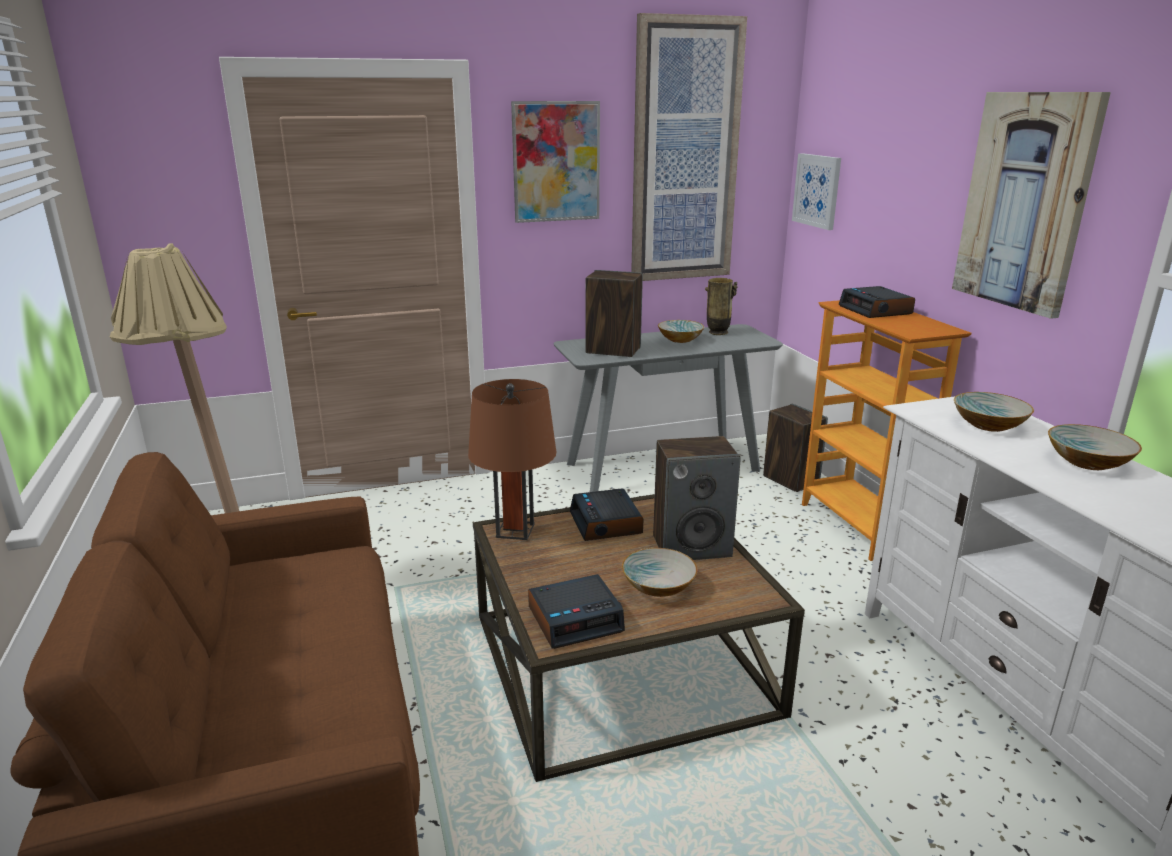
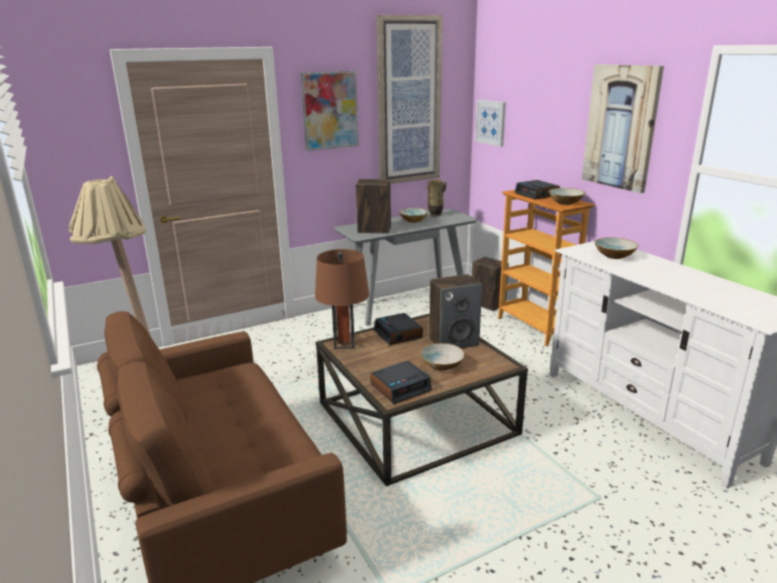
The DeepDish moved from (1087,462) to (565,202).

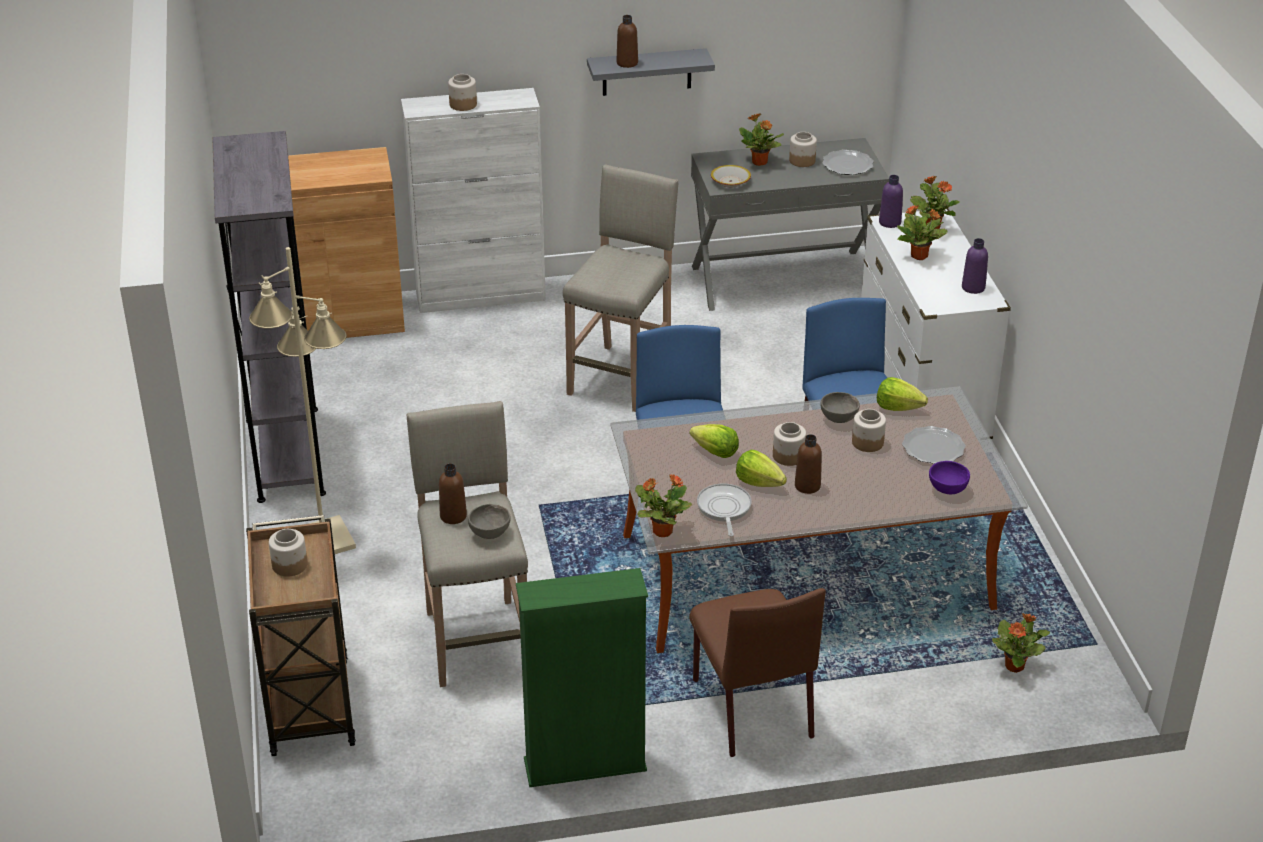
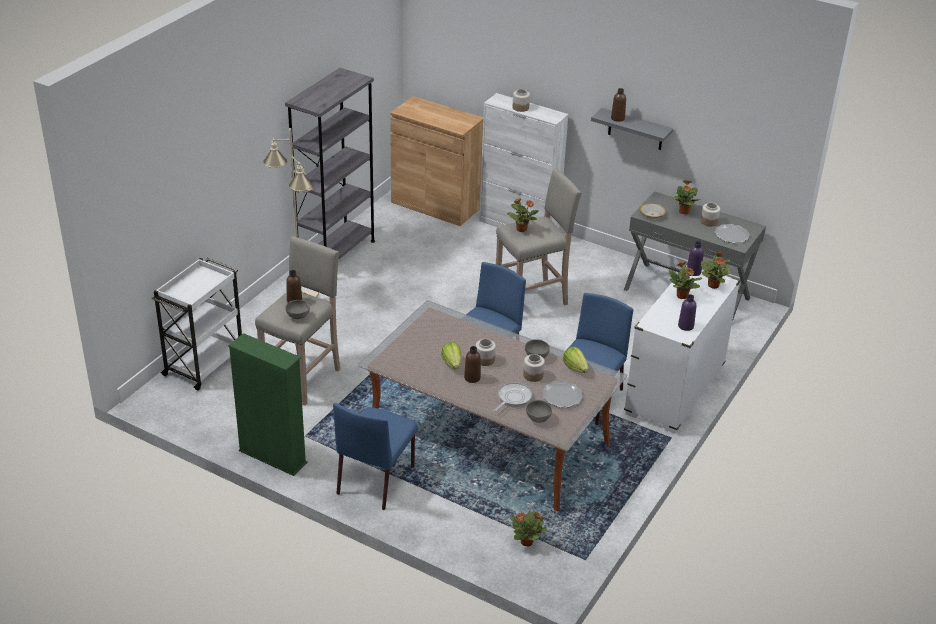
The PreserveJar at (289,565) disappeared. The LettuceHead at (715,452) disappeared. The Houseplant moved from (661,531) to (521,229). The FryingPan moved from (724,509) to (513,398). The BrownTrolley at (309,703) became the WhitishTrolley at (204,363). The BrownUprightChair at (751,706) became the BluishUprightChair at (376,479). The PurplishDeepDish at (947,490) became the GreyishDeepDish at (538,419).

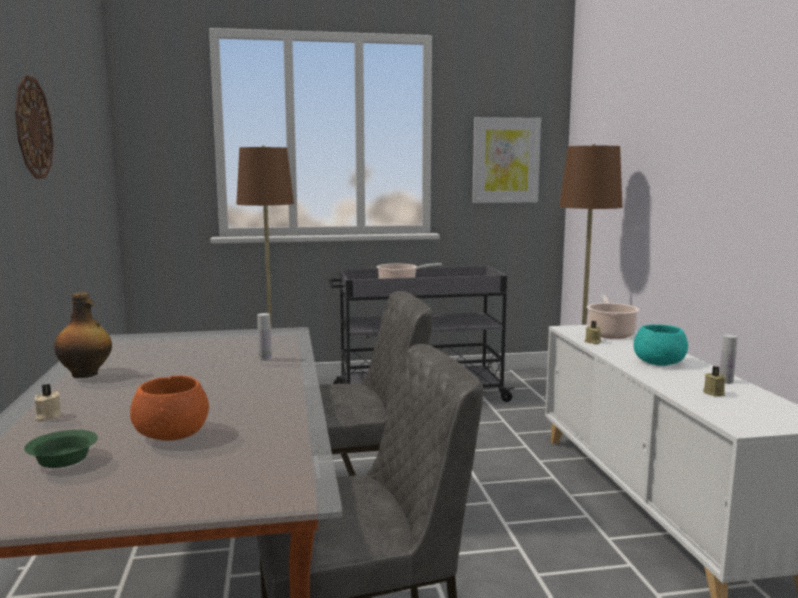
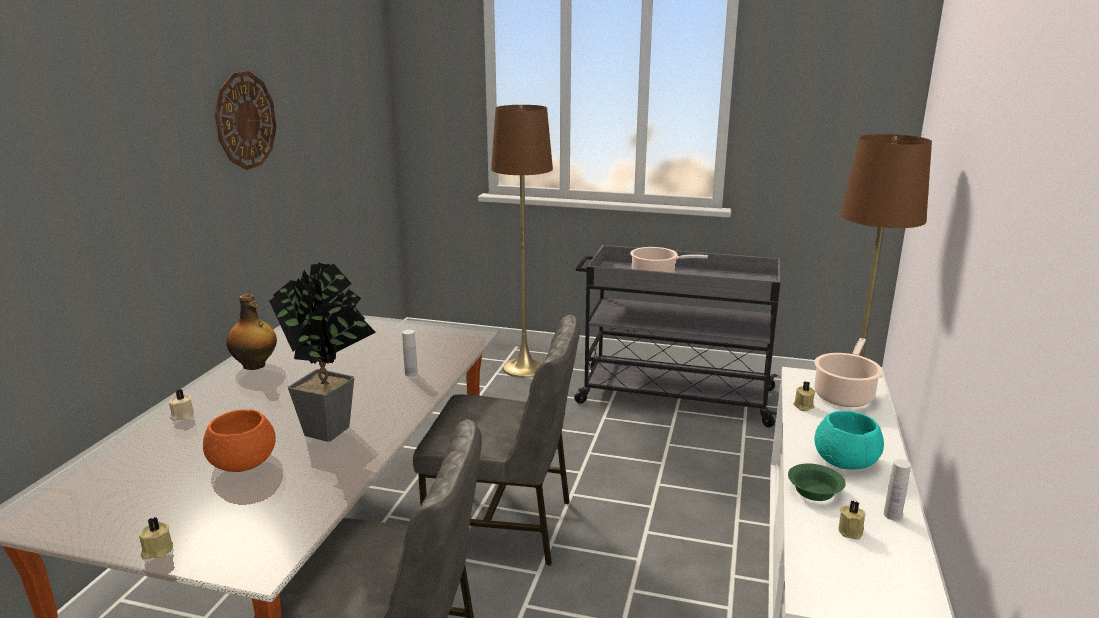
The WallArt at (505,160) disappeared. The BeigeWaxCandle at (157,551) appeared. The Houseplant at (334,428) appeared. The GreenDeepDish moved from (65,460) to (815,492).

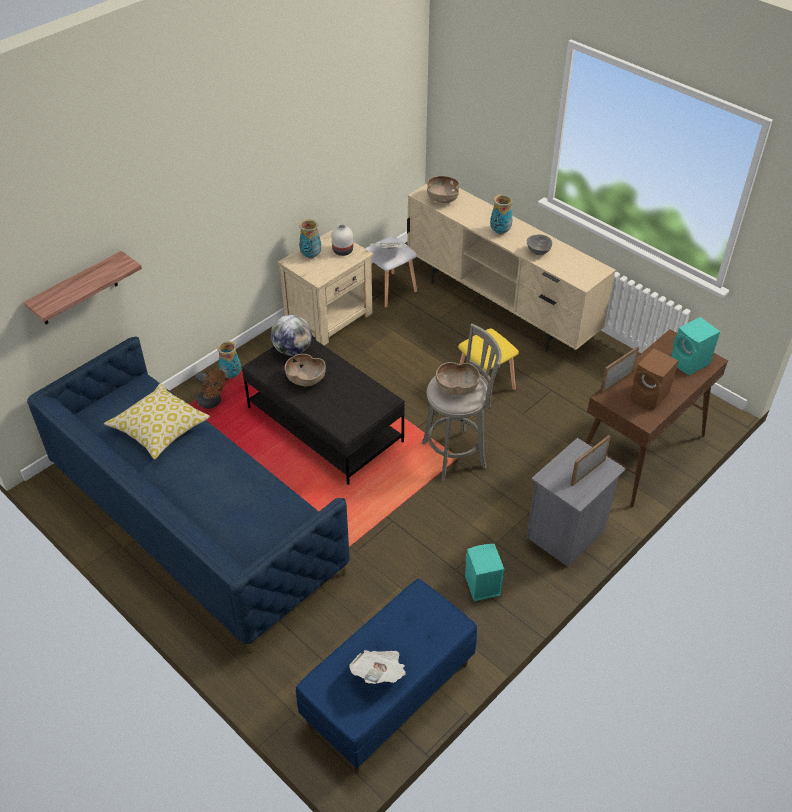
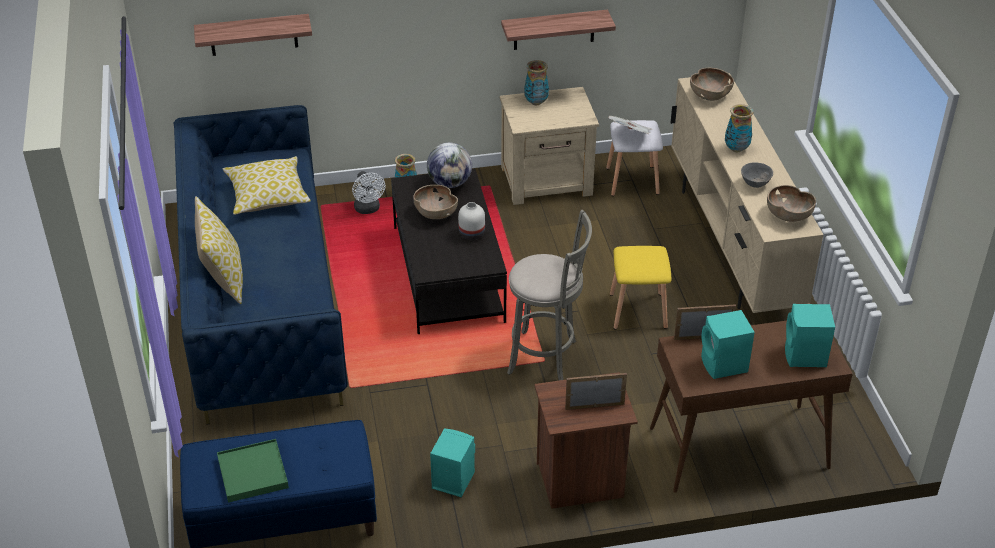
The Cushion at (223,279) appeared. The BracketShelf at (554,30) appeared. The WhitishDecorativeVase moved from (342,250) to (471,233). The BrownDeepDish moved from (456,389) to (788,215). The DailyPaper at (379,673) was replaced by the GreenServingTray at (253,473). The BrownElectricFan at (212,402) became the WhitishElectricFan at (368,209). The GreyishNightTable at (567,534) became the BrownNightTable at (581,481). The BrownSpeaker at (650,396) became the TurquoiseColouredSpeaker at (724,365).

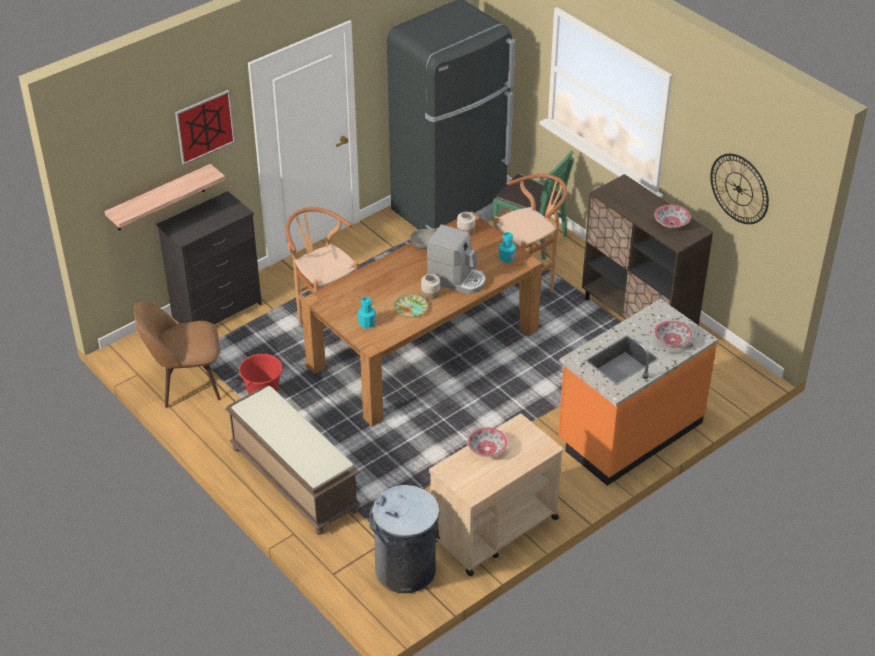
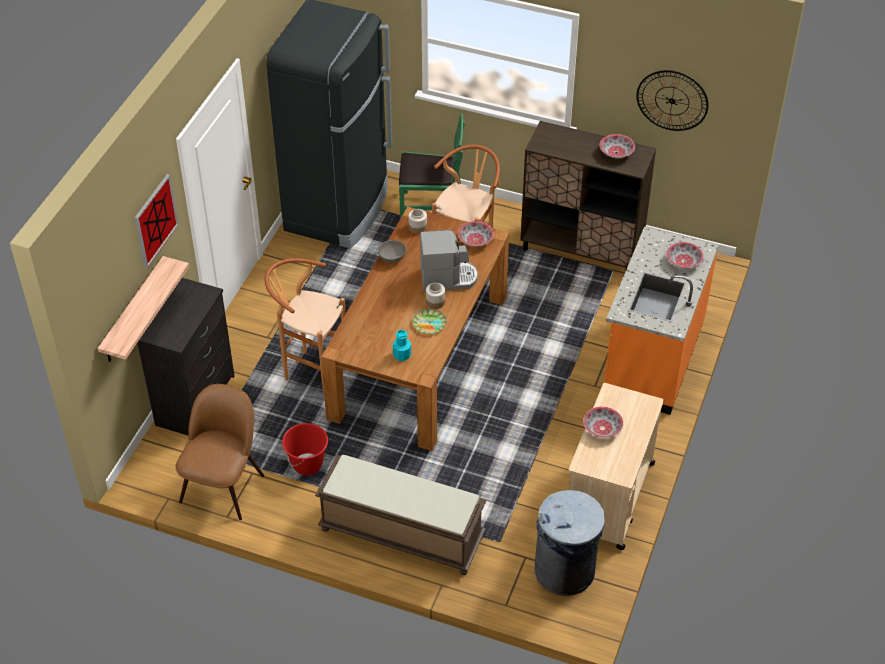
The TurquoiseColouredBeverageBottle at (506,258) was replaced by the DeepDish at (475,240). The BrownUprightChair at (186,382) turned 150 degrees clockwise.

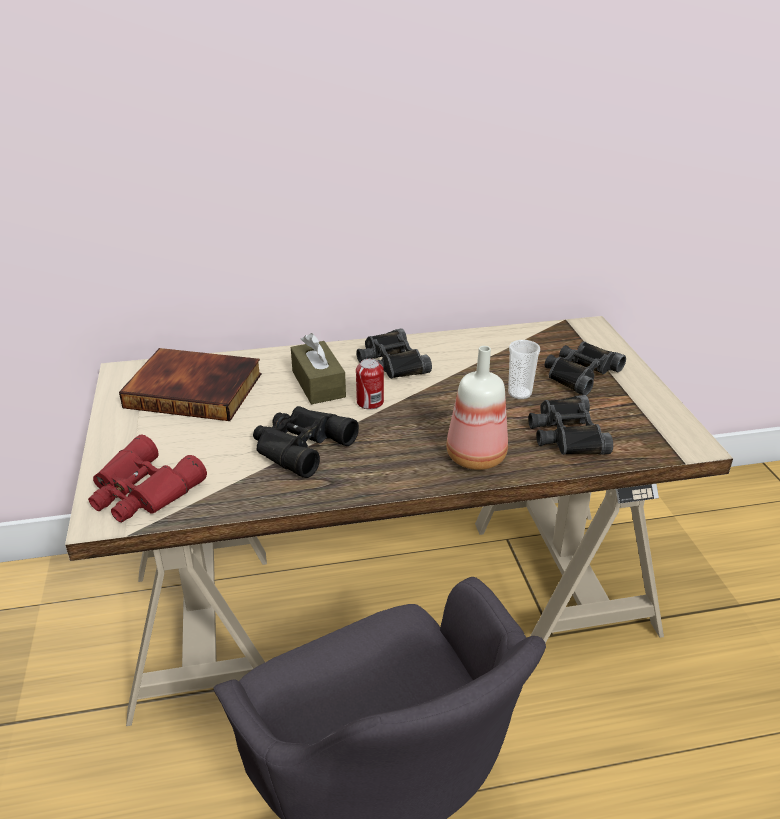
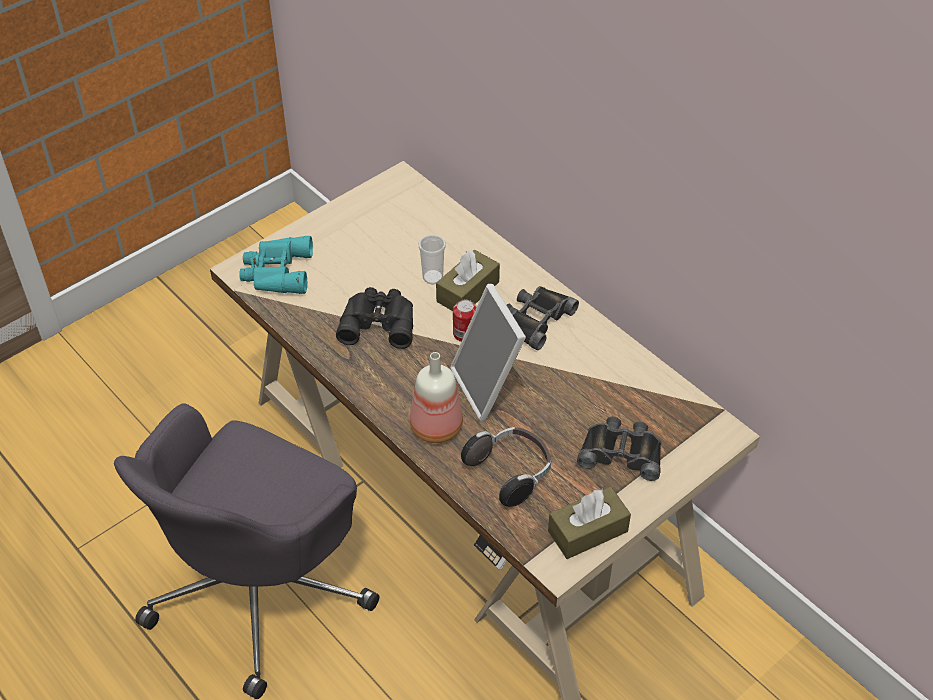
The BoundBook at (196,389) disappeared. The PhotoFrame at (491,387) appeared. The BrownTissueBox at (588,531) appeared. The SmallCup moved from (519,393) to (433,277). The BlackPairOfBinoculars at (566,434) was replaced by the PairOfHeadphones at (510,472). The RedColouredPairOfBinoculars at (142,492) became the TurquoiseColouredPairOfBinoculars at (276,272).

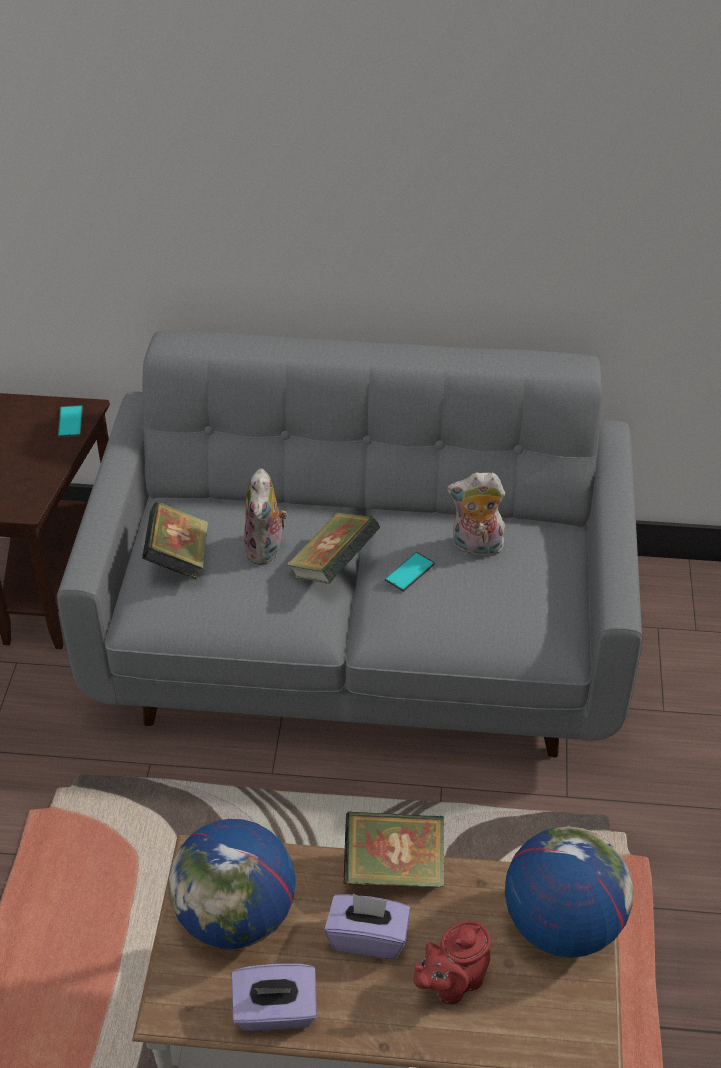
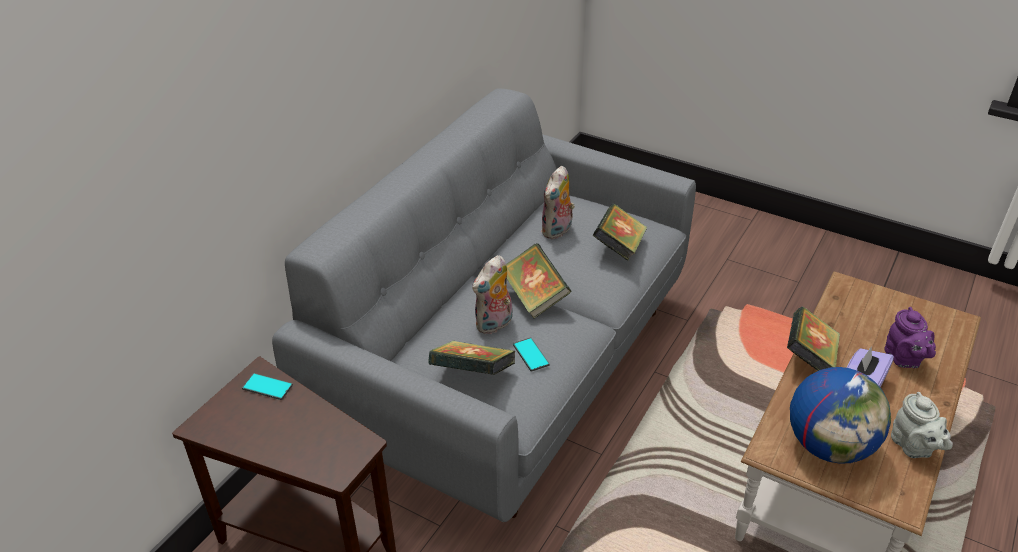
The Globe at (561,924) disappeared. The BoundBook at (619,248) appeared. The Telephone moved from (409,572) to (530,355). The PurplishTissueBox at (275,1012) was replaced by the GreyishTeaPot at (913,447). The RedColouredTeaPot at (452,983) became the PurplishTeaPot at (904,359). The PlushToy at (266,550) turned 105 degrees clockwise.

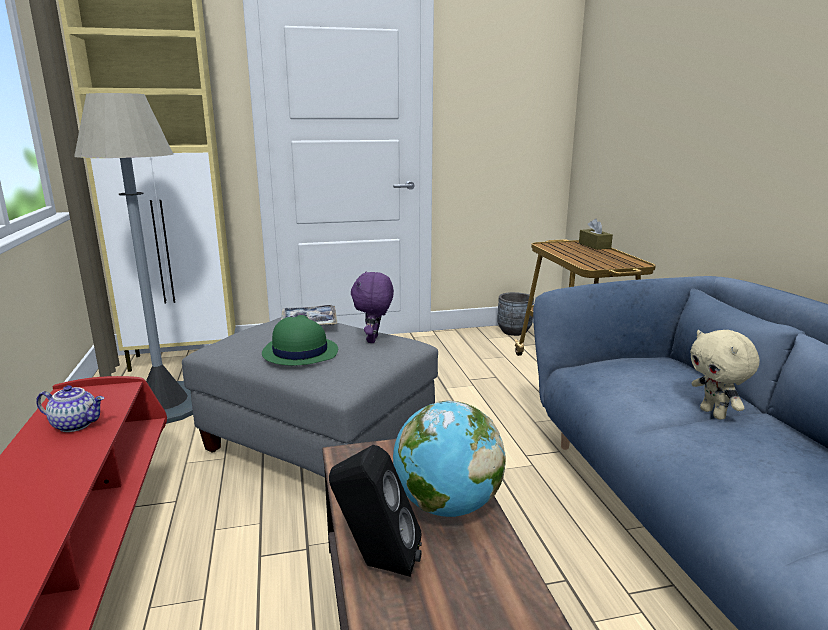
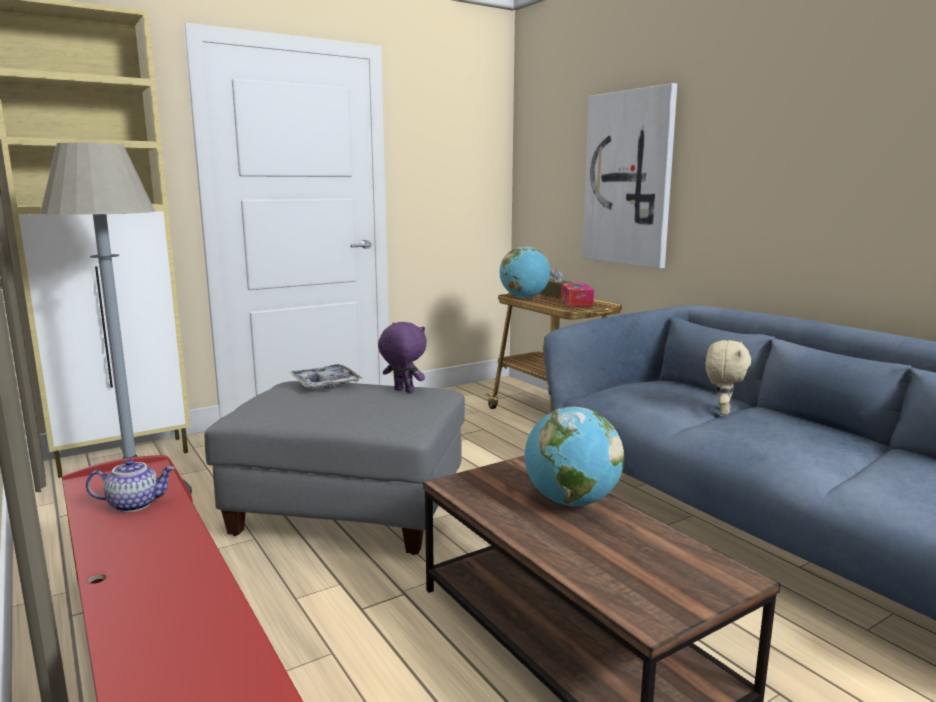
The GreenHat at (299,352) disappeared. The BlackSpeaker at (376,564) disappeared. The GreyishPlantPot at (514,331) disappeared. The Globe at (524,298) appeared. The TissueBox at (576,302) appeared. The WallArt at (628,179) appeared. The PurplishPlushToy at (374,340) turned 135 degrees clockwise. The BeigePlushToy at (714,414) turned 120 degrees counterclockwise.

